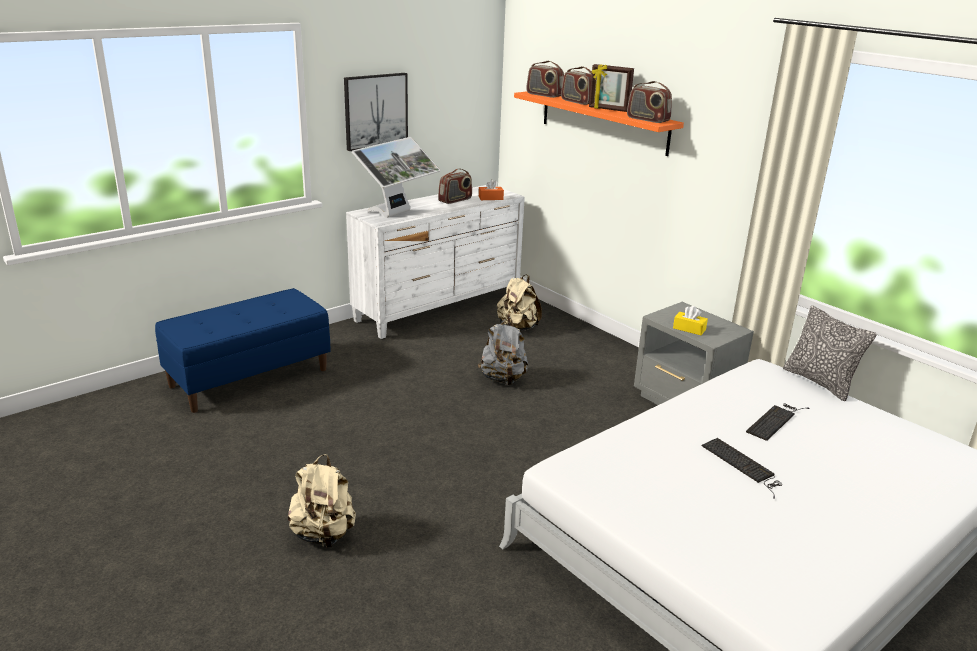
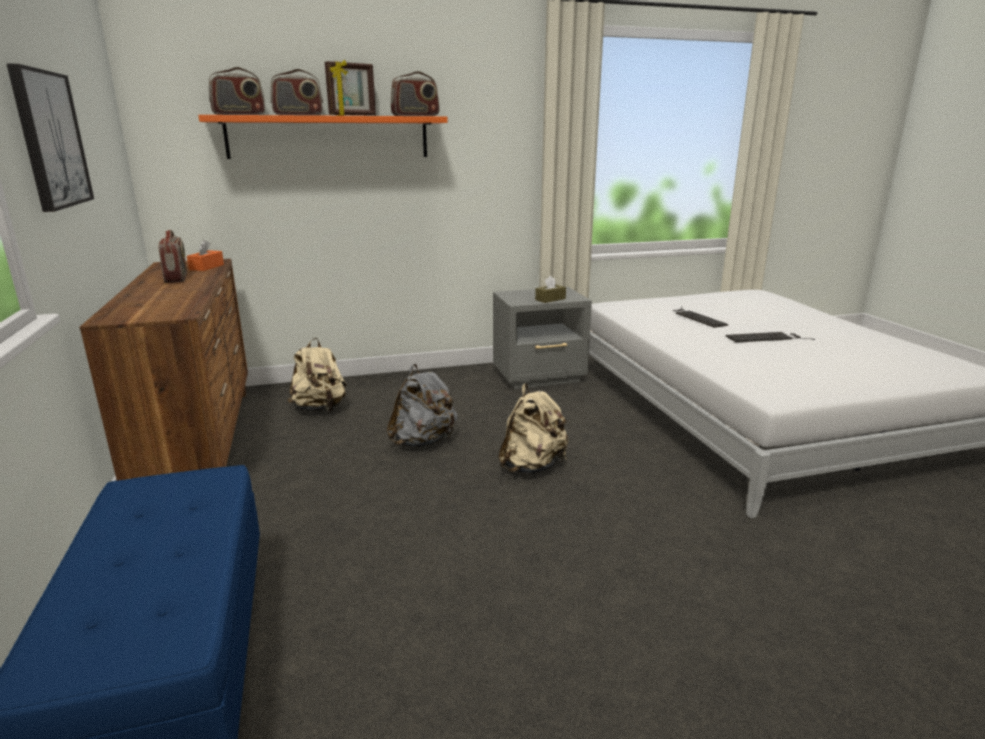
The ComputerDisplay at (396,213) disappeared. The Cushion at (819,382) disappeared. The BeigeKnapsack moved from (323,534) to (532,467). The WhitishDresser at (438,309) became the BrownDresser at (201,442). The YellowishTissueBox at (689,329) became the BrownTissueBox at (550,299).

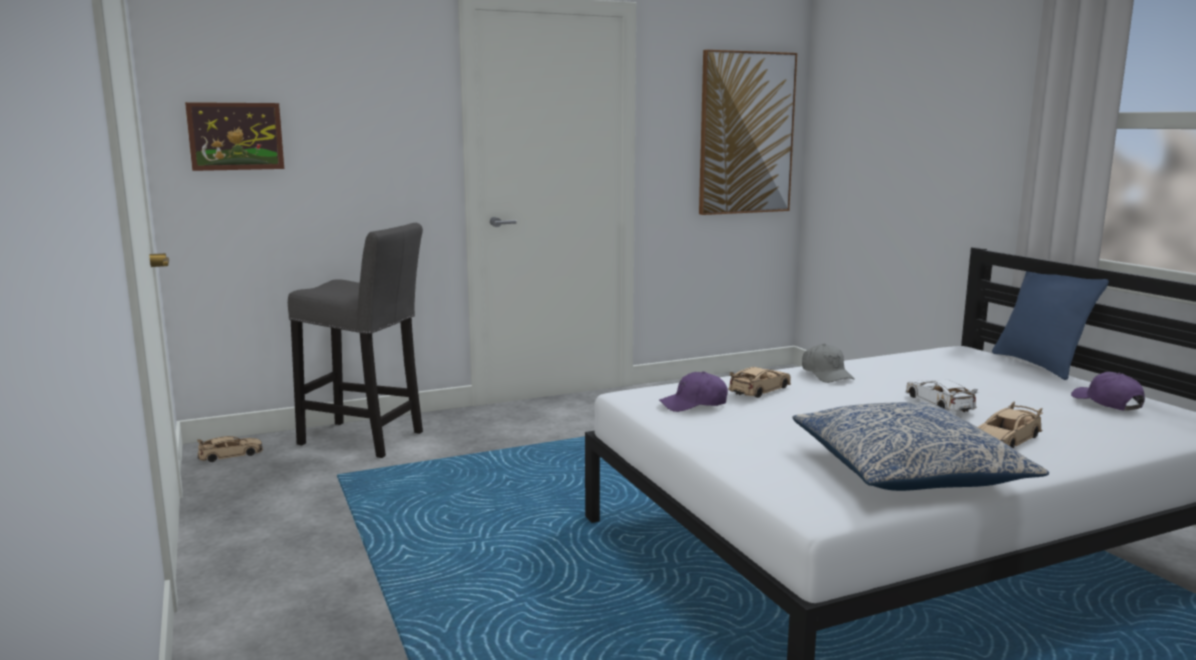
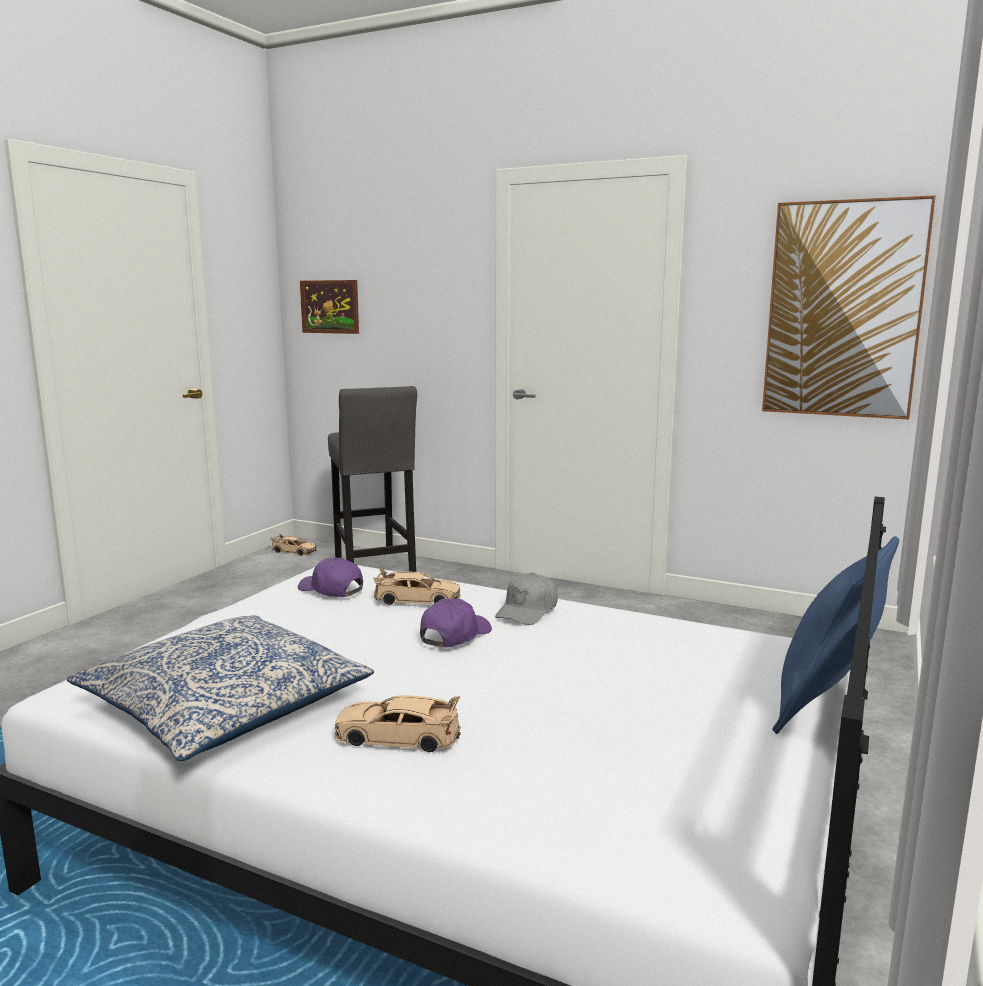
The WhitishMiniatureCar at (939,403) disappeared. The PurplishPeakedCap moved from (1107,403) to (454,635).

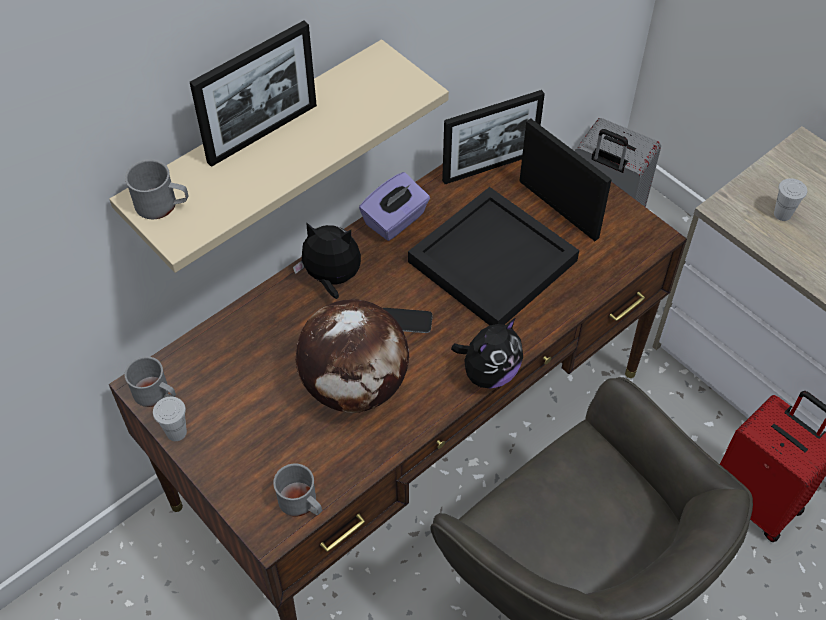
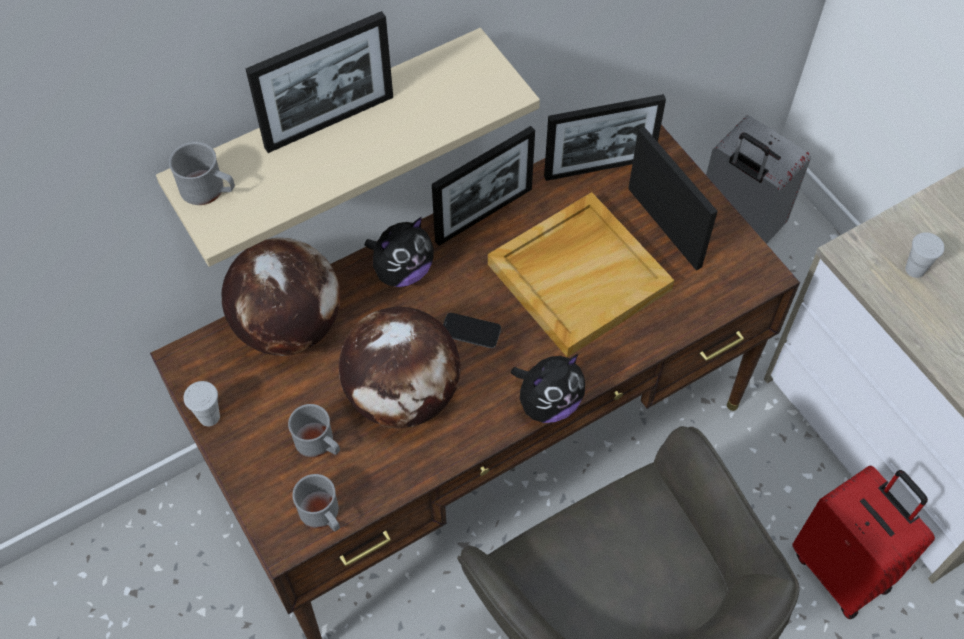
The Globe at (289,326) appeared. The GreyishMug moved from (156,394) to (319,444). The PurplishTissueBox at (395,220) was replaced by the PhotoFrame at (484,215). The BlackServingTray at (492,260) became the BeigeServingTray at (579,275). The PlushToy at (331,279) turned 120 degrees clockwise.

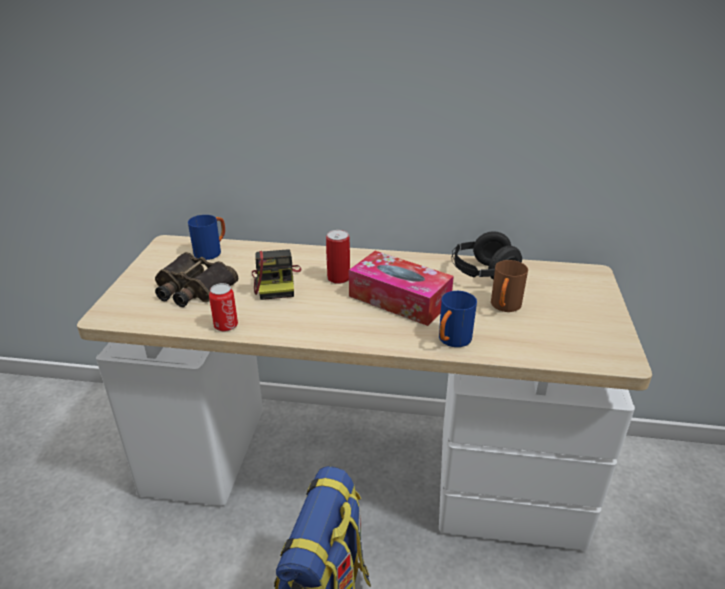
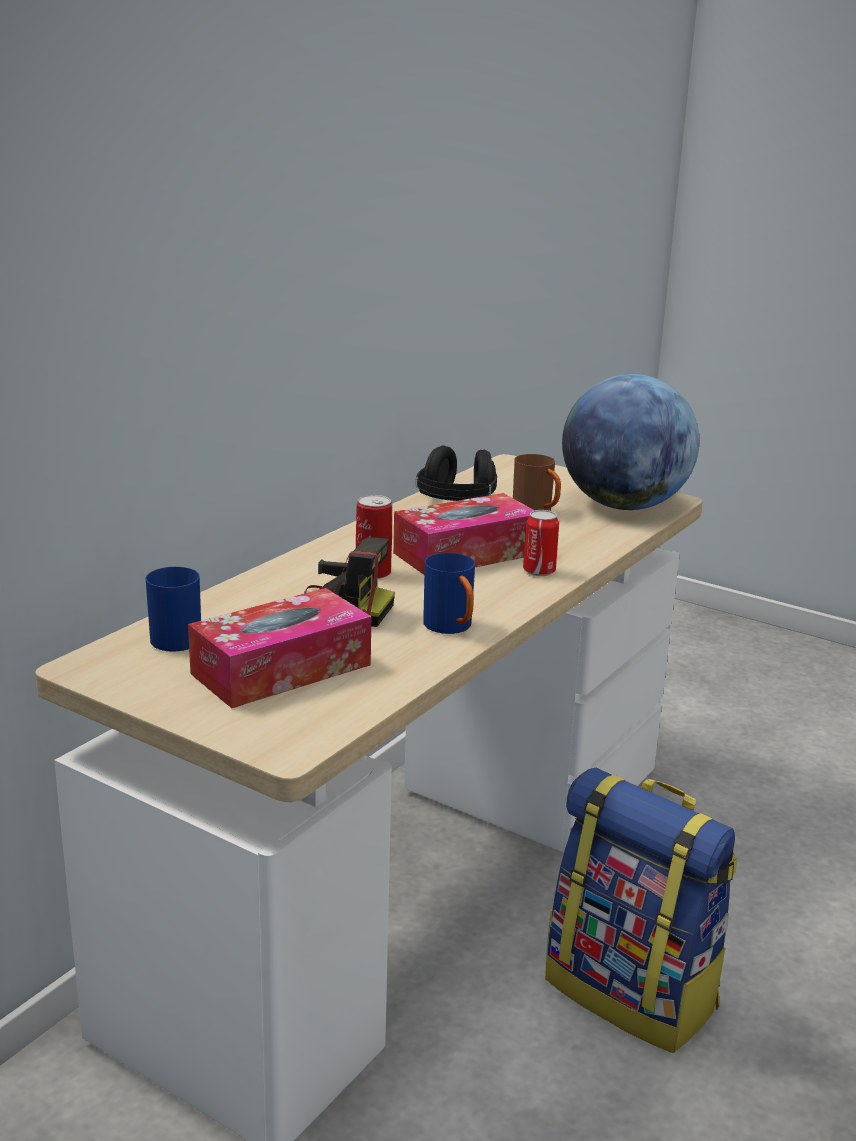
The Globe at (623,506) appeared. The Can moved from (226,326) to (539,571). The BluishMug moved from (451,341) to (452,628). The PairOfBinoculars at (192,288) was replaced by the TissueBox at (281,669).

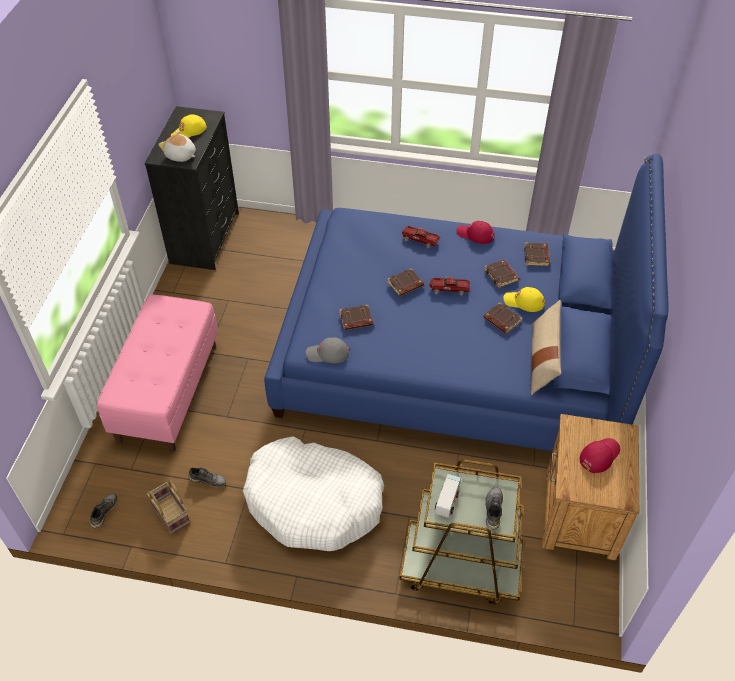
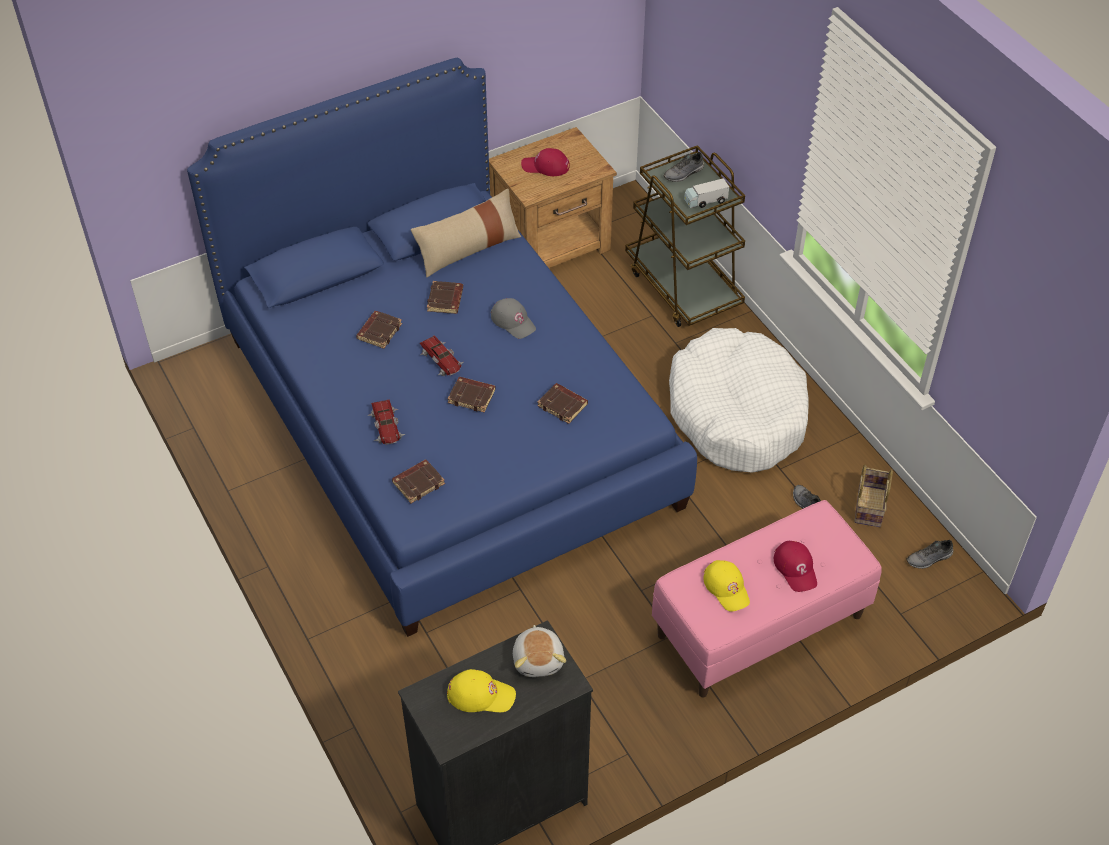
The GreyishPeakedCap moved from (328,353) to (513,321). The RedColouredPeakedCap moved from (475,234) to (796,568). The YellowishPeakedCap moved from (524,302) to (727,587). The BrownBoundBook moved from (537,256) to (418,483).

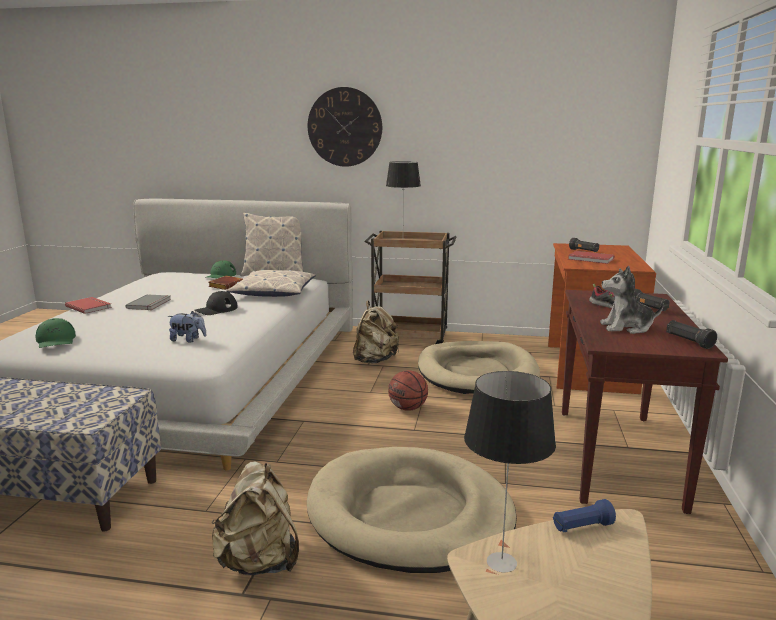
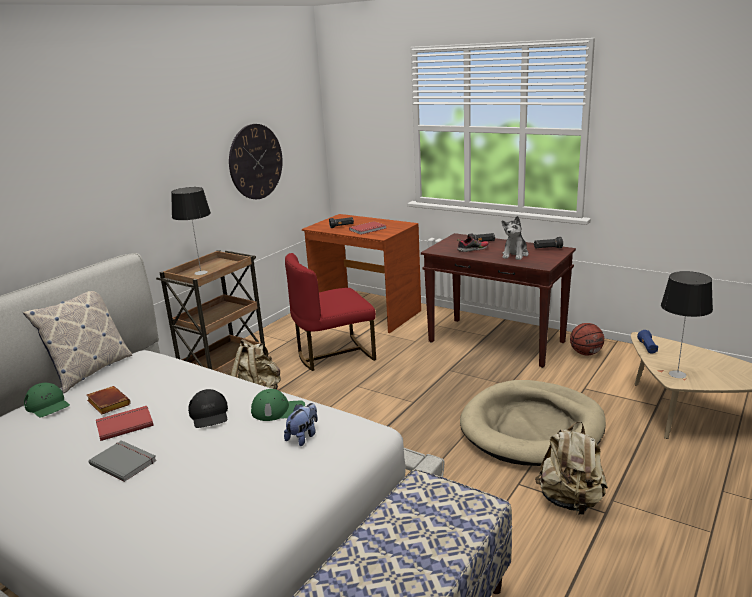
The Cushion at (274,292) disappeared. The GreenPeakedCap moved from (56,340) to (278,410). The RedColouredBoundBook moved from (89,306) to (124,424). The WallClock moved from (344,127) to (256,162). The BallForBasketball moved from (408,408) to (586,353). The BeigePetBed at (476,373) was replaced by the RedColouredUprightChair at (334,354).

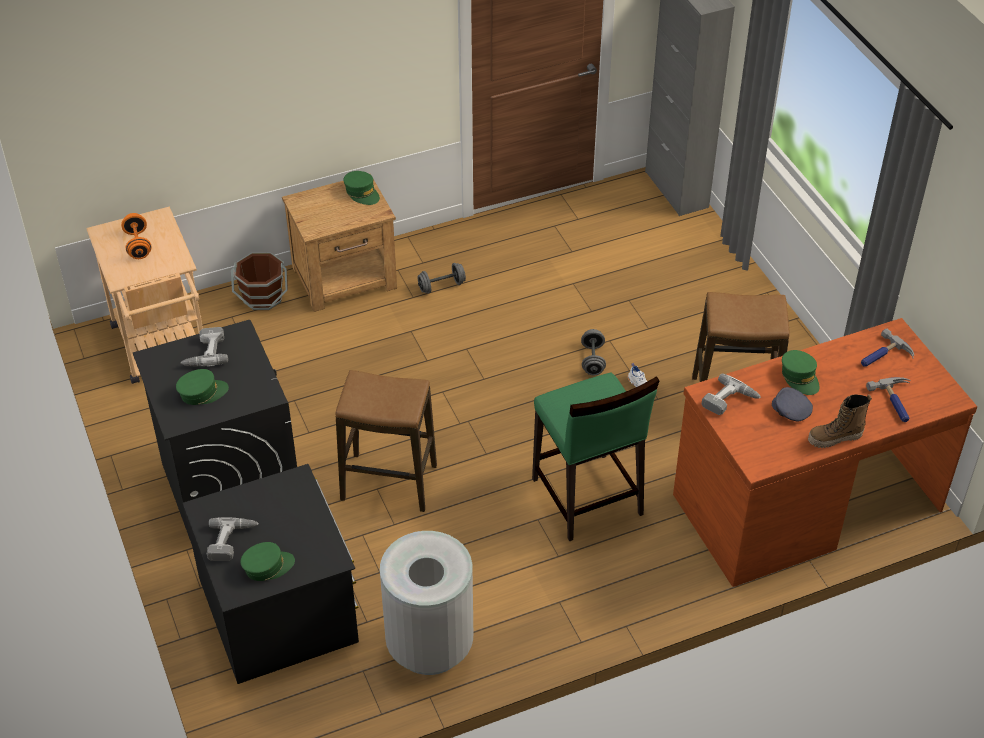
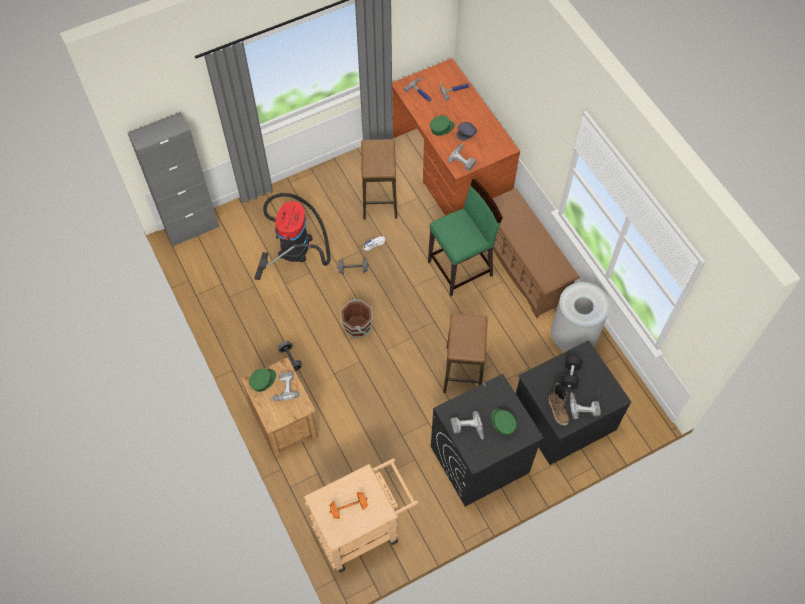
The GreenPeakedCap at (267,566) disappeared. The Hoover at (295,243) appeared. The PowerDrill at (283,388) appeared. The BrownShoeStand at (524,267) appeared. The BlackDumbbell at (570,376) appeared. The BrownBucket moved from (263,297) to (358,326). The TallBoot moved from (835,438) to (558,411).

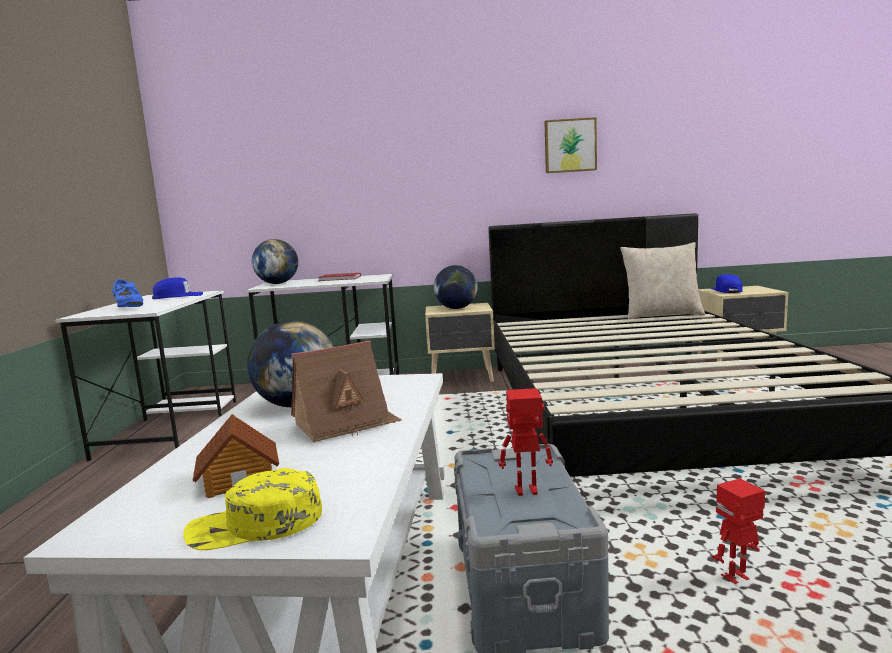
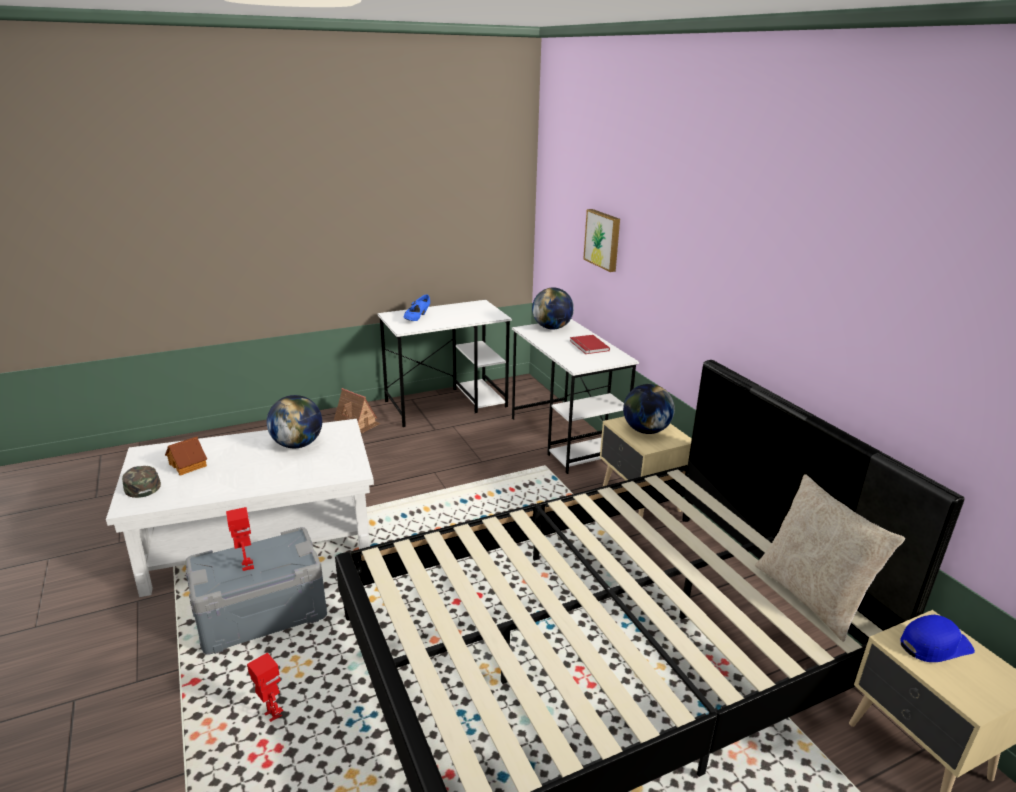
The BluishPeakedCap at (178,296) disappeared. The ModelHouse moved from (345,423) to (357,422). The WallArt moved from (570,146) to (603,239). The YellowishPeakedCap at (255,525) became the GreenPeakedCap at (140,484).

